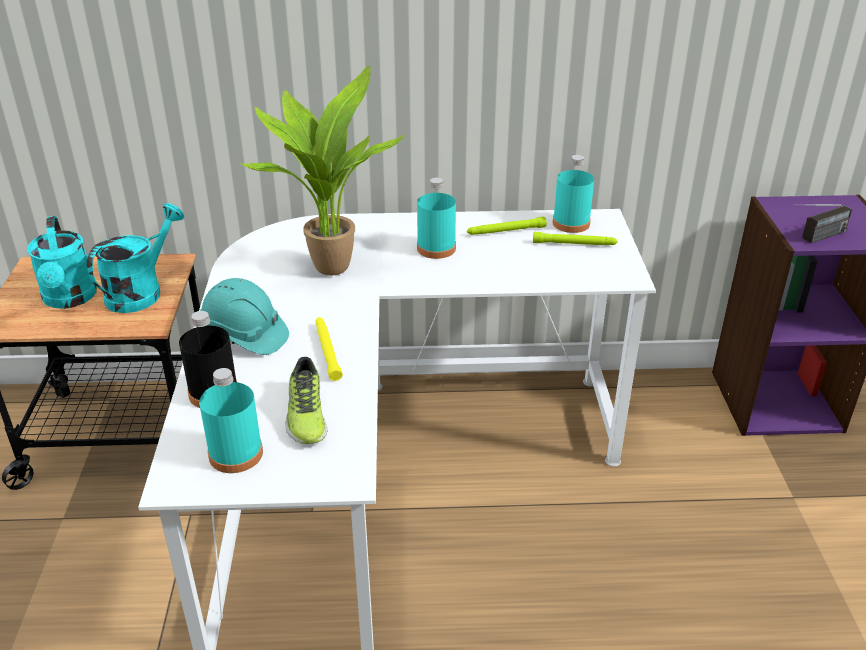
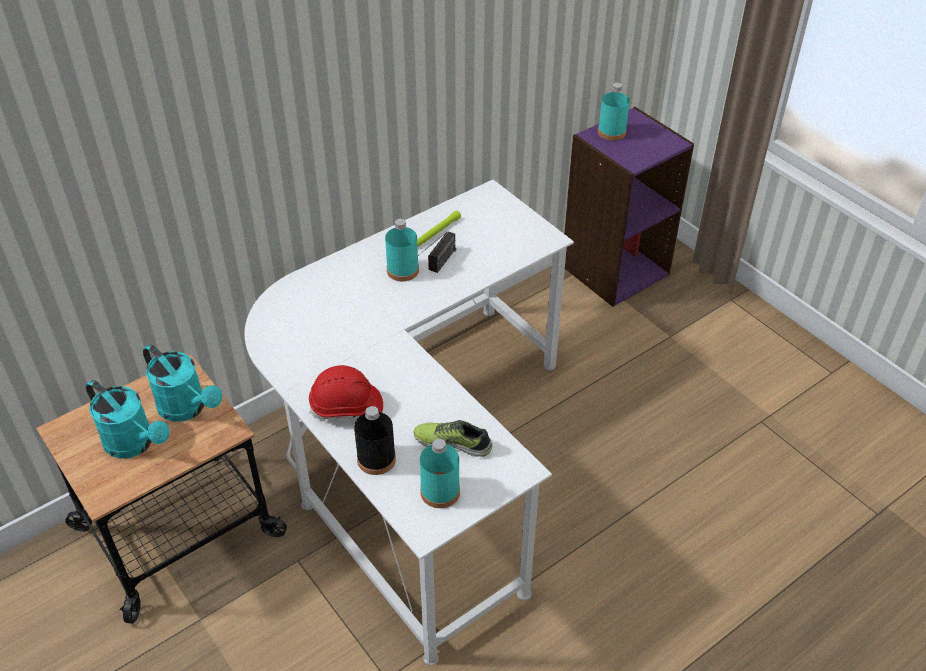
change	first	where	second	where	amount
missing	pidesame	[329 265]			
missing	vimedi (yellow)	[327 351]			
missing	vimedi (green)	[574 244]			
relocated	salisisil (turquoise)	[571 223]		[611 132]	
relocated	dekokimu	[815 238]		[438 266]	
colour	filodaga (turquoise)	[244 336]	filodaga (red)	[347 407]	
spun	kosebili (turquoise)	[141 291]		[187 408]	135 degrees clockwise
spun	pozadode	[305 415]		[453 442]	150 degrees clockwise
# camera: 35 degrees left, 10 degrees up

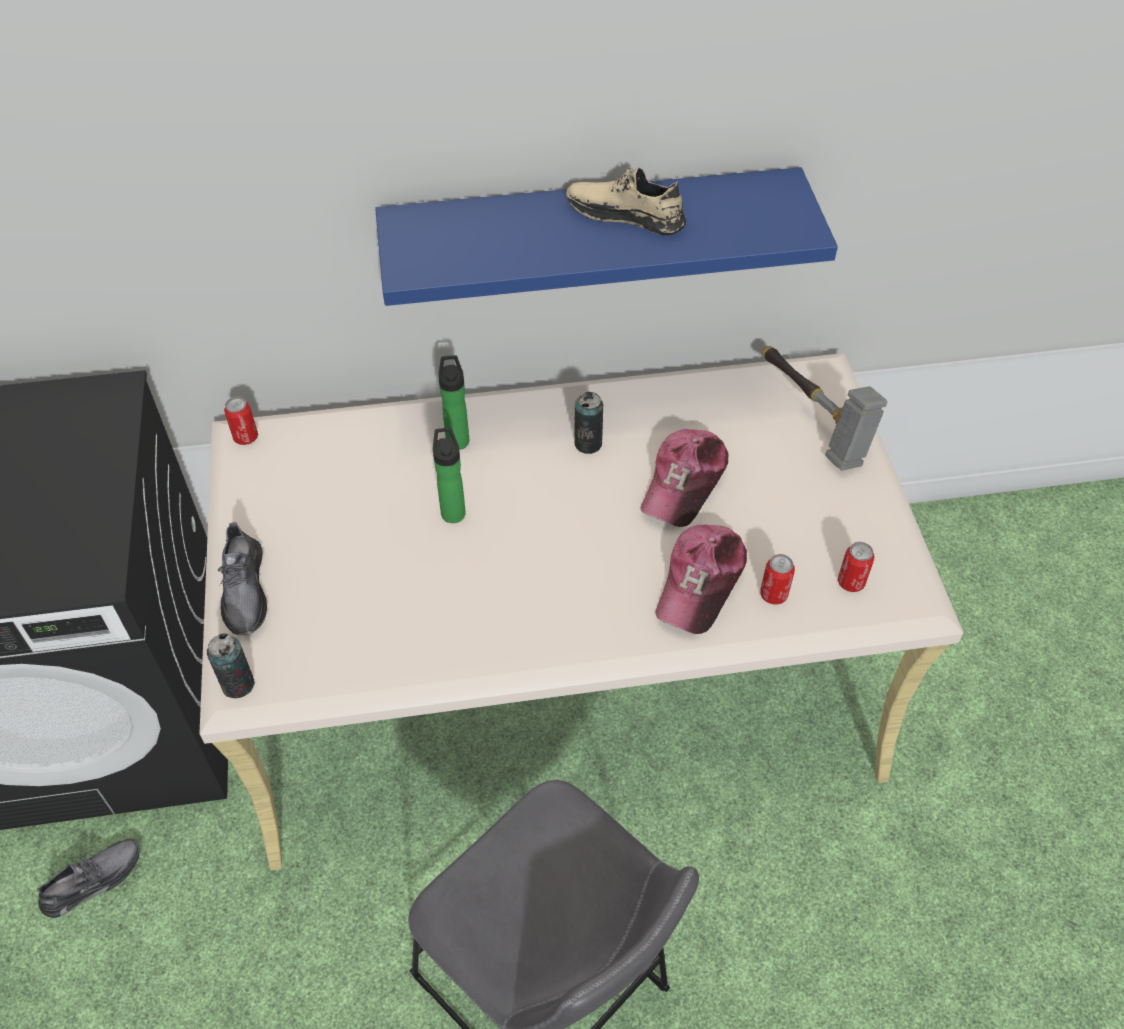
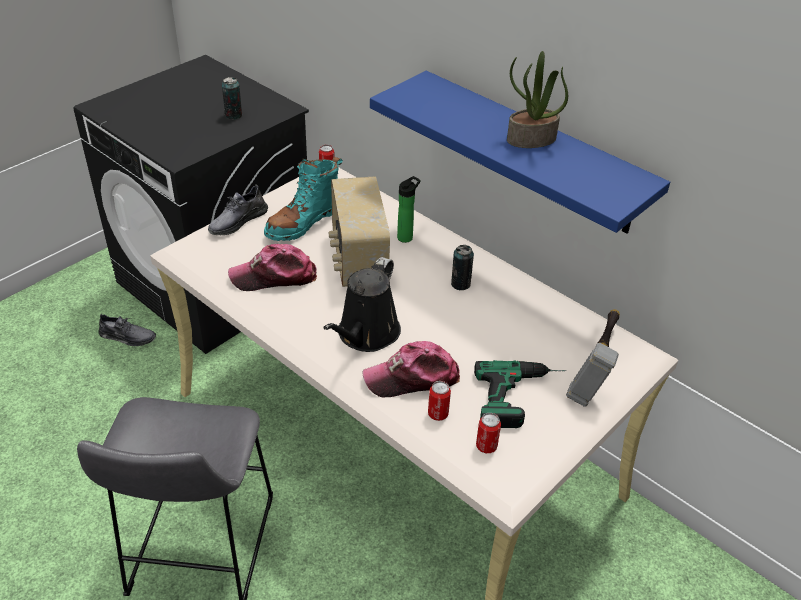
change	first	where	second	where	amount
appeared			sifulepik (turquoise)	[304 222]	
appeared			kosebili (black)	[366 335]	
appeared			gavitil	[522 397]	
relocated	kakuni	[238 684]		[233 115]	
relocated	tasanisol	[684 483]		[274 277]	
exchanged	salisisil	[452 510]	dekokimu	[357 260]	
exchanged	pozadode (beige)	[625 214]	pidesame	[531 140]	
# camera: 50 degrees right, 10 degrees down

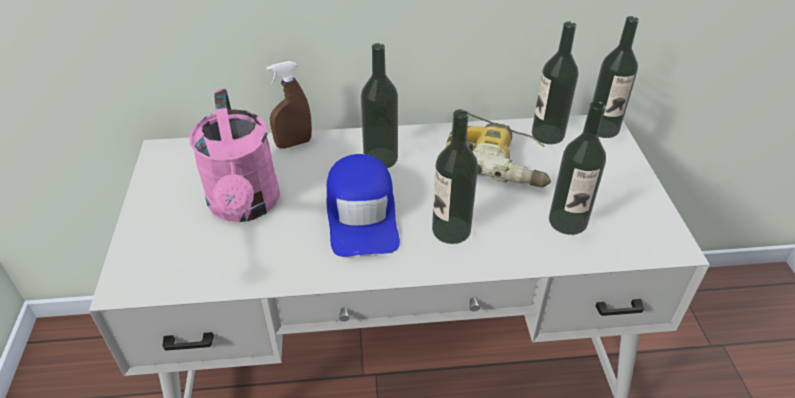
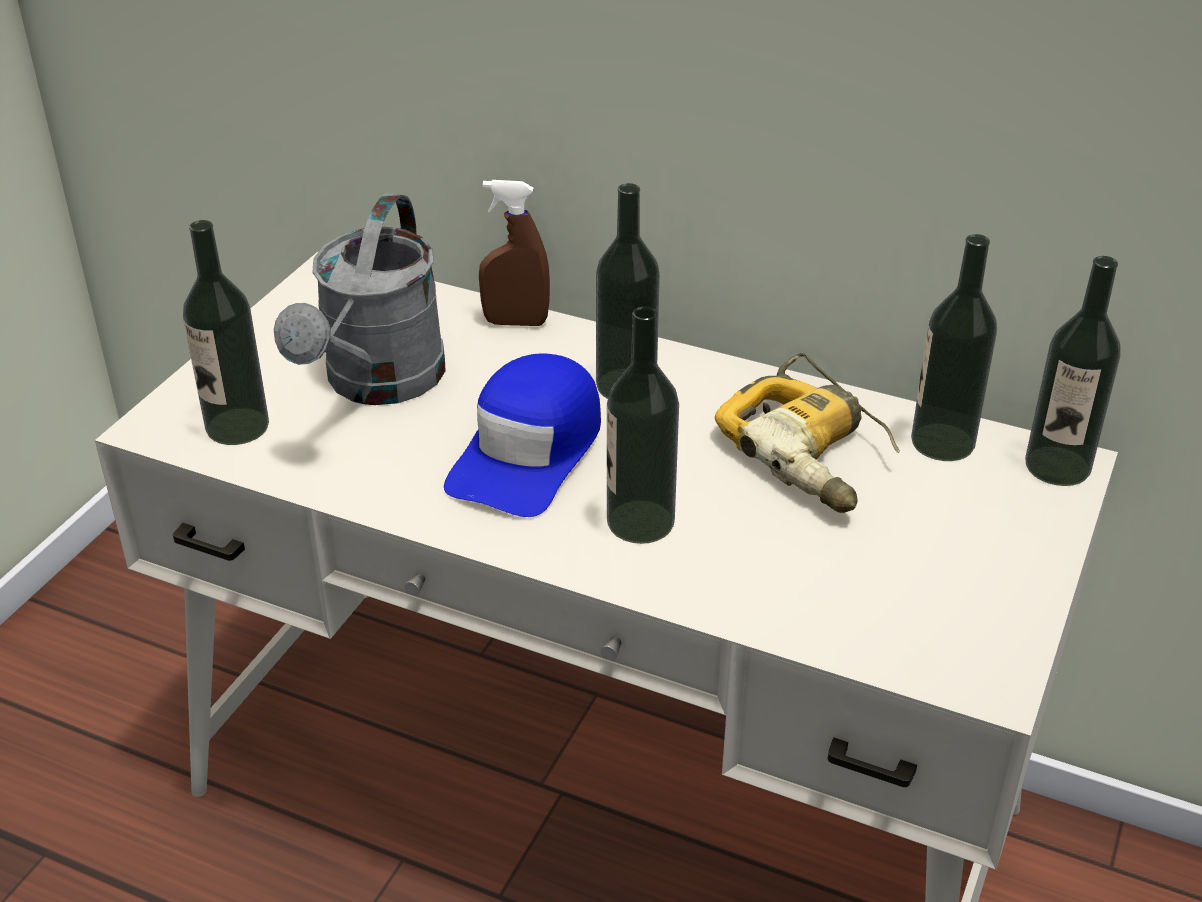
change	first	where	second	where	amount
relocated	salisisil	[567 221]		[237 426]	
colour	kosebili (pink)	[245 206]	kosebili (grey)	[377 384]	
# camera: 30 degrees right, 5 degrees down

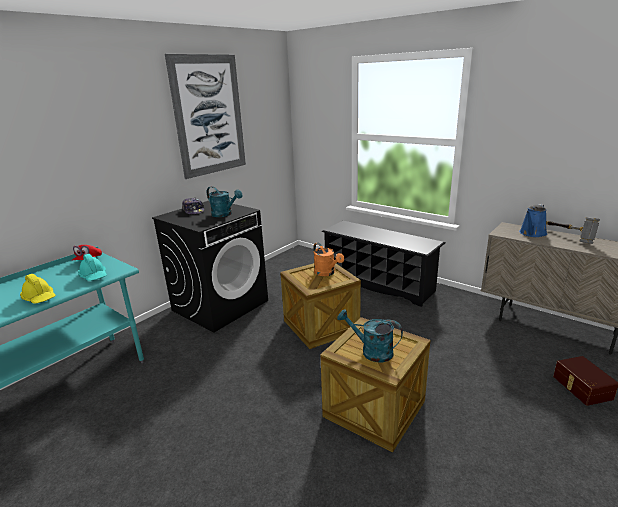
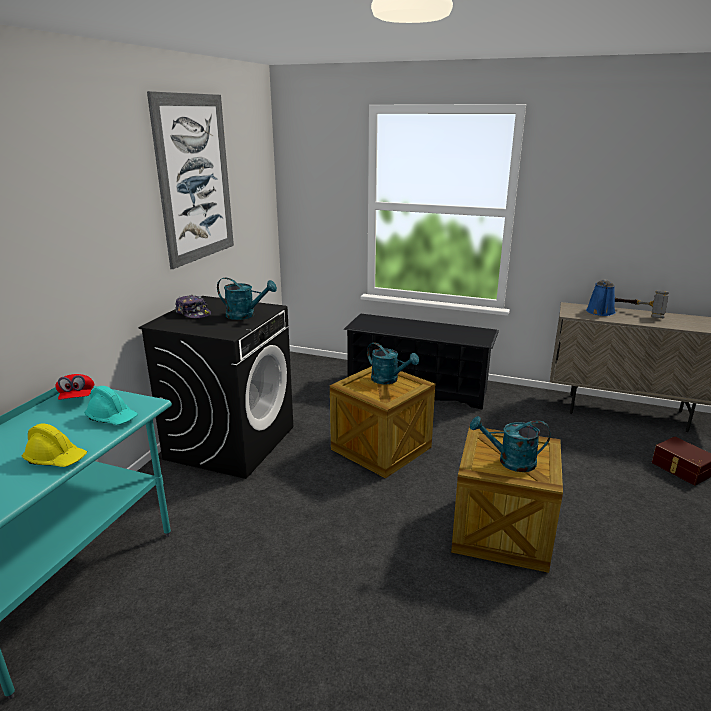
change	first	where	second	where	amount
colour	kosebili (orange)	[327 273]	kosebili (turquoise)	[389 380]	
# camera: 20 degrees left, 0 degrees up

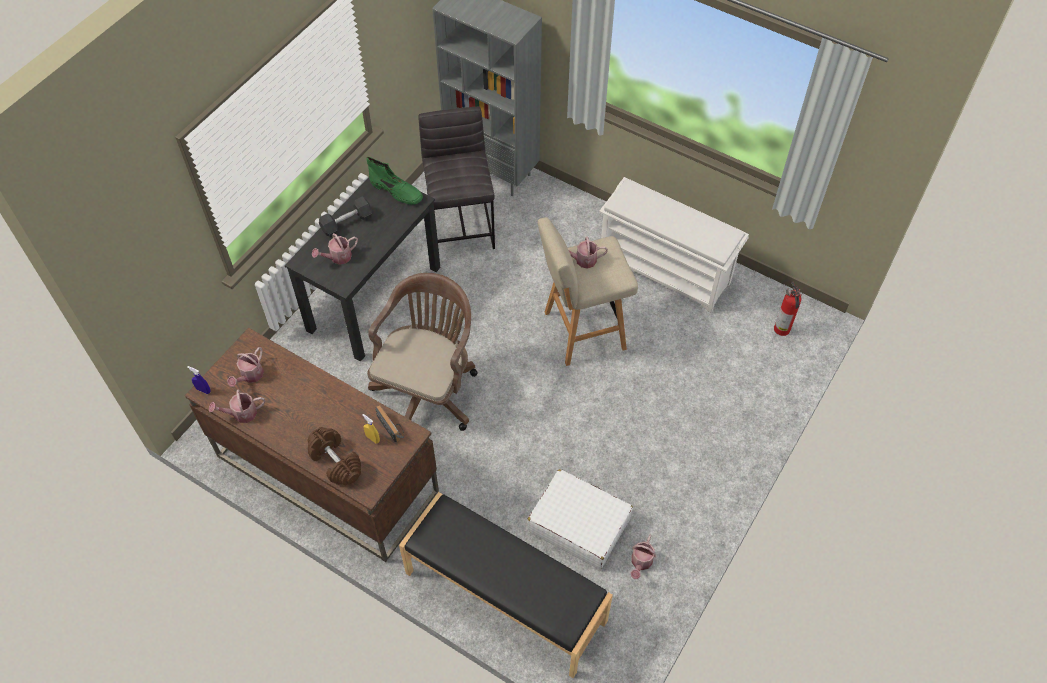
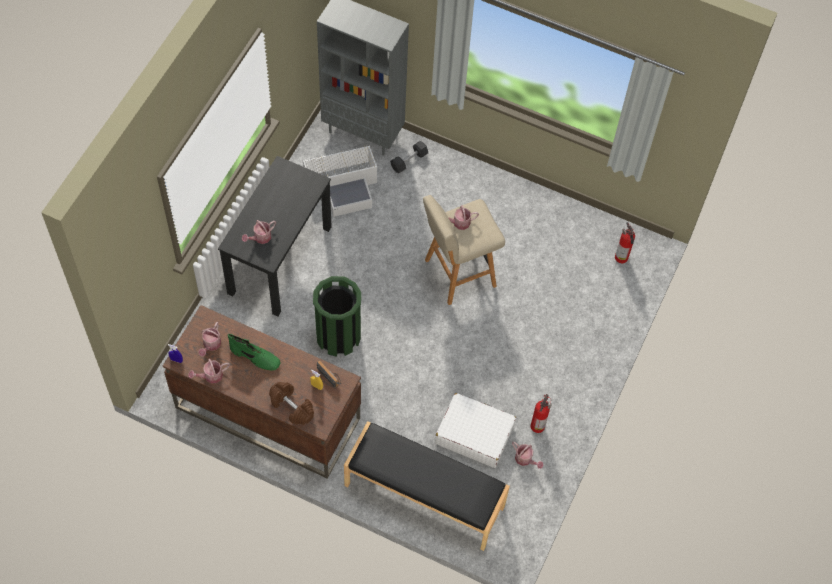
change	first	where	second	where	amount
missing	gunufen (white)	[666 270]			
appeared			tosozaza	[538 425]	
relocated	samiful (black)	[346 222]		[409 161]	
relocated	sifulepik (green)	[397 191]		[255 357]	
exchanged	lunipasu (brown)	[428 390]	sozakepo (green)	[338 336]	
exchanged	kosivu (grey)	[462 224]	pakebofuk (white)	[344 185]	
spun	kosebili	[640 563]		[525 459]	60 degrees counterclockwise
# camera: 10 degrees left, 5 degrees up

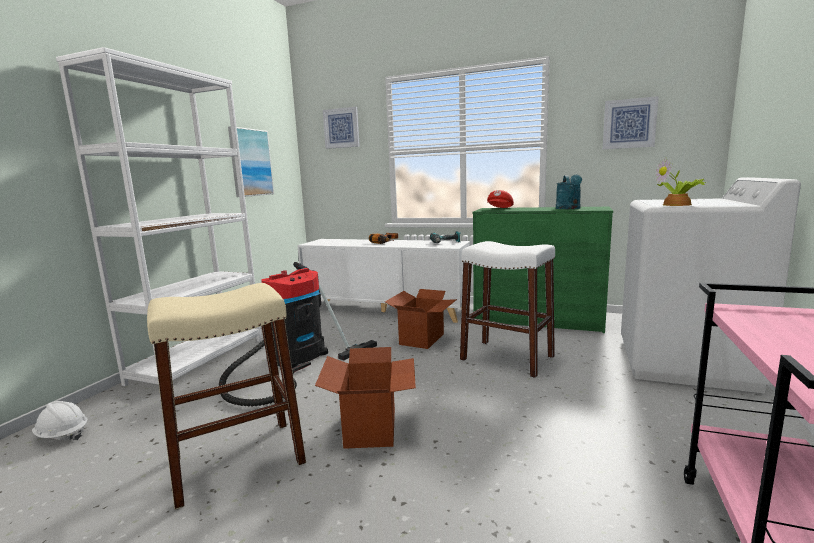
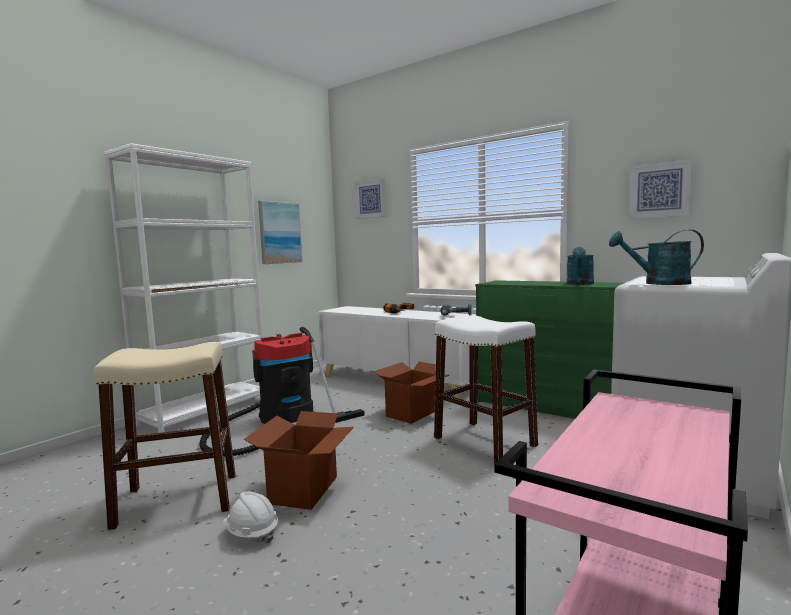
change	first	where	second	where	amount
missing	tasanisol (red)	[499 209]			
relocated	filodaga (white)	[62 435]		[251 533]	
exchanged	pidesame	[679 205]	kosebili (turquoise)	[659 283]	
# camera: 15 degrees right, 5 degrees down

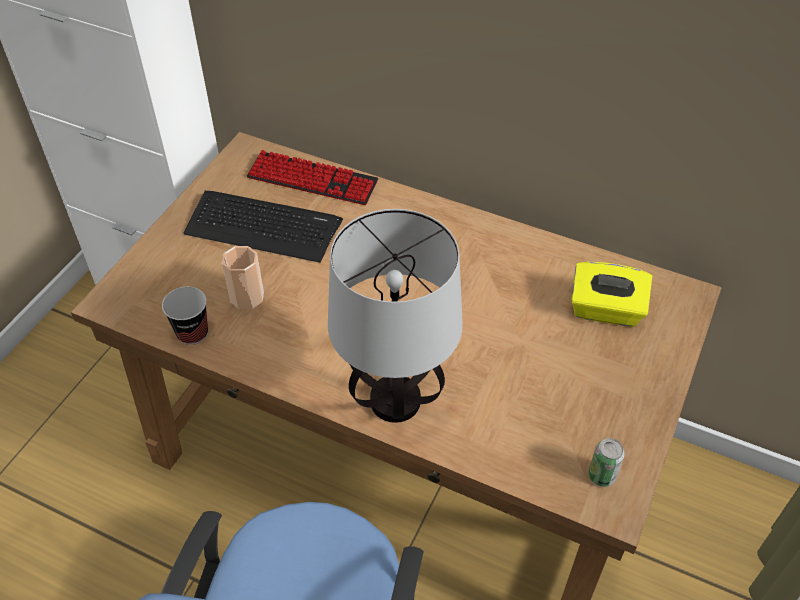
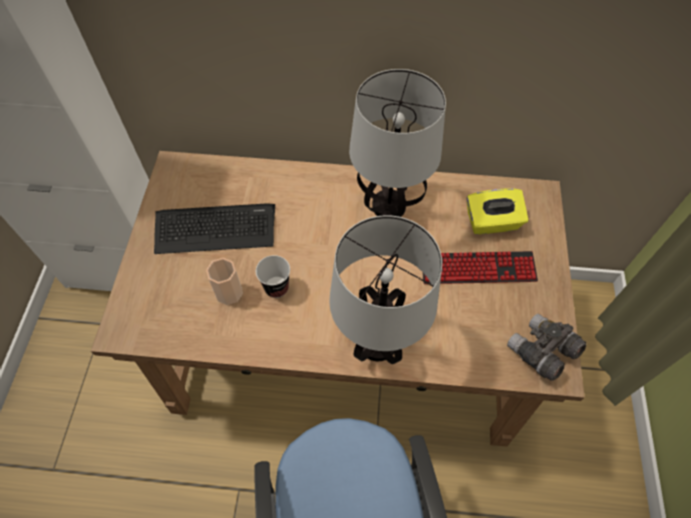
change	first	where	second	where	amount
appeared			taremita	[388 207]	
relocated	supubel	[192 333]		[276 288]	
relocated	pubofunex	[312 180]		[478 269]	
exchanged	kakuni	[601 476]	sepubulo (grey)	[541 352]	
# camera: 20 degrees left, 10 degrees up

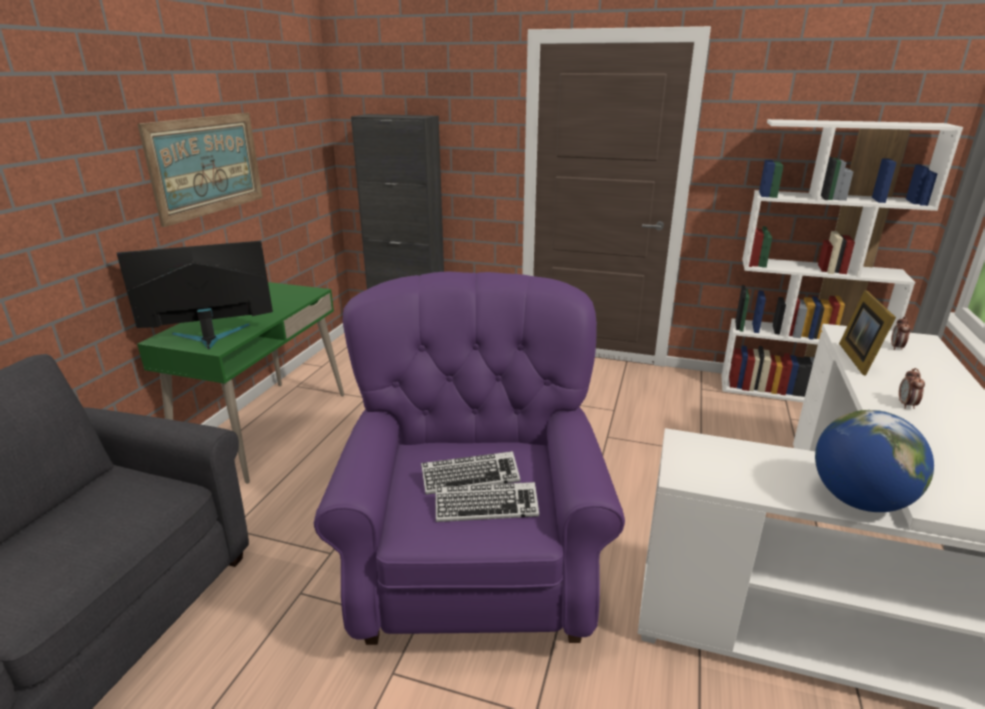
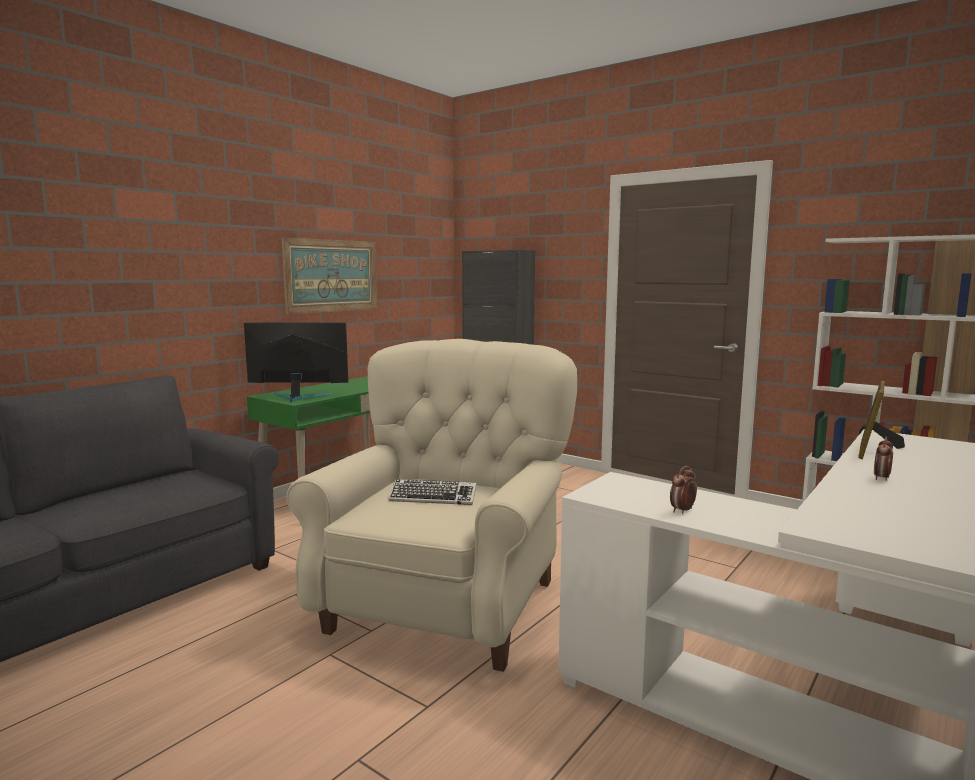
change	first	where	second	where	amount
missing	pubofunex	[486 507]			
missing	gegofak	[859 500]			
relocated	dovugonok	[896 347]		[682 510]	
colour	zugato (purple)	[474 562]	zugato (beige)	[447 602]	
# camera: 20 degrees right, 15 degrees down

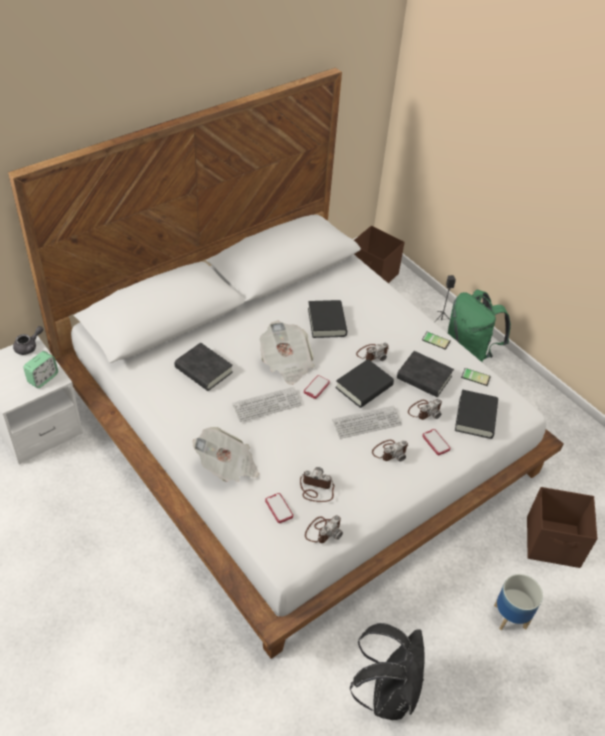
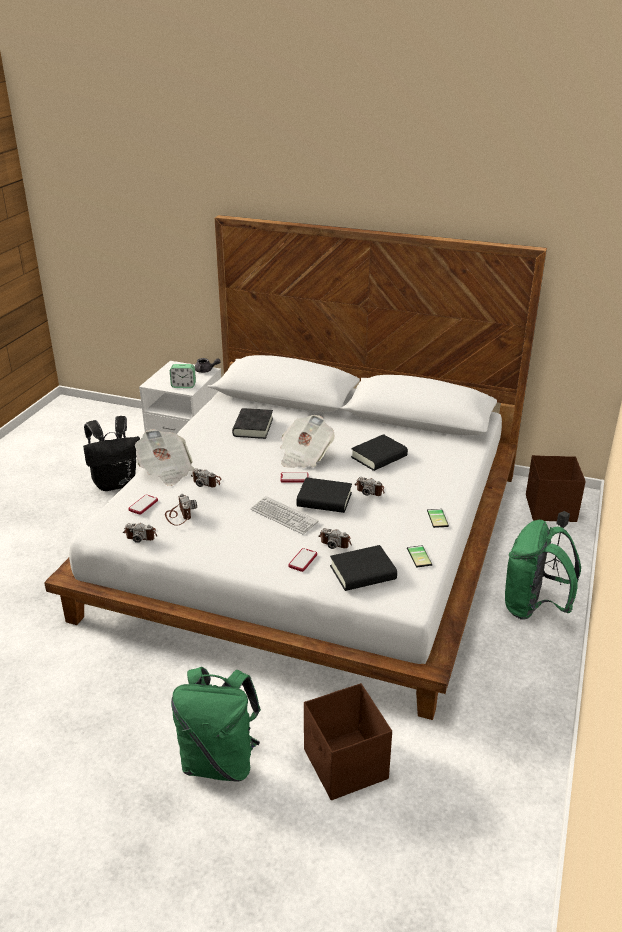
change	first	where	second	where	amount
missing	pubofunex	[267 405]			
missing	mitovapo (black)	[424 377]			
relocated	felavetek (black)	[386 693]		[116 483]	
relocated	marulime	[389 451]		[207 481]	
exchanged	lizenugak	[510 616]	felavetek (green)	[220 761]	
# camera: 60 degrees right, 15 degrees down

